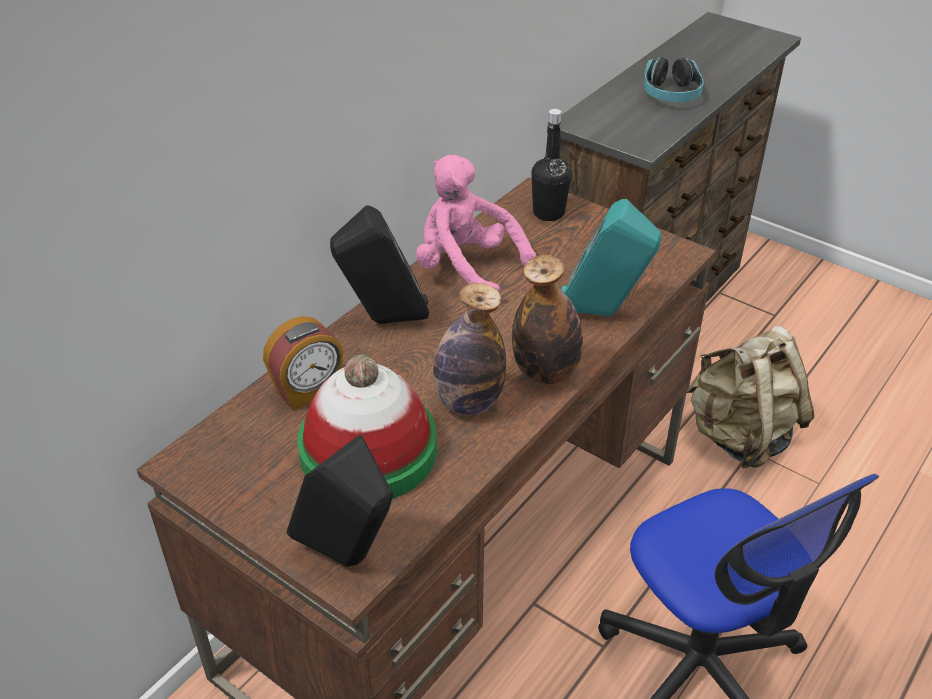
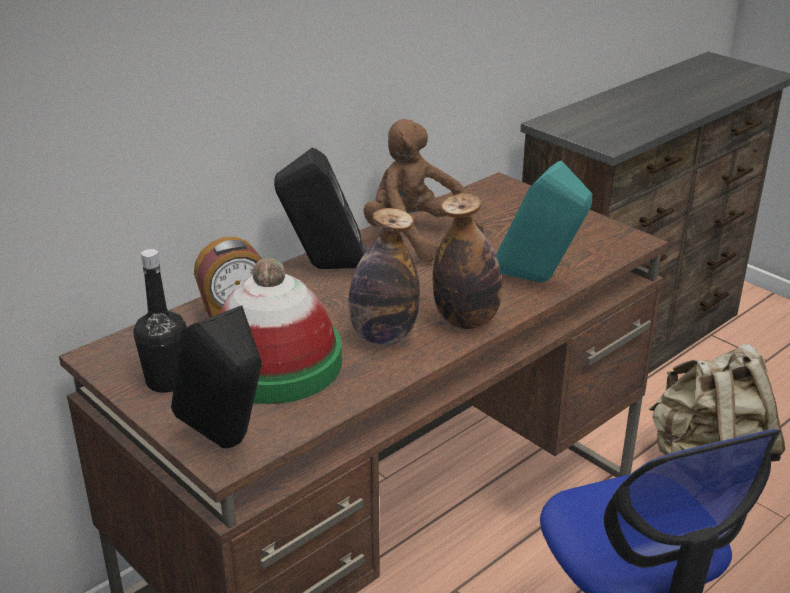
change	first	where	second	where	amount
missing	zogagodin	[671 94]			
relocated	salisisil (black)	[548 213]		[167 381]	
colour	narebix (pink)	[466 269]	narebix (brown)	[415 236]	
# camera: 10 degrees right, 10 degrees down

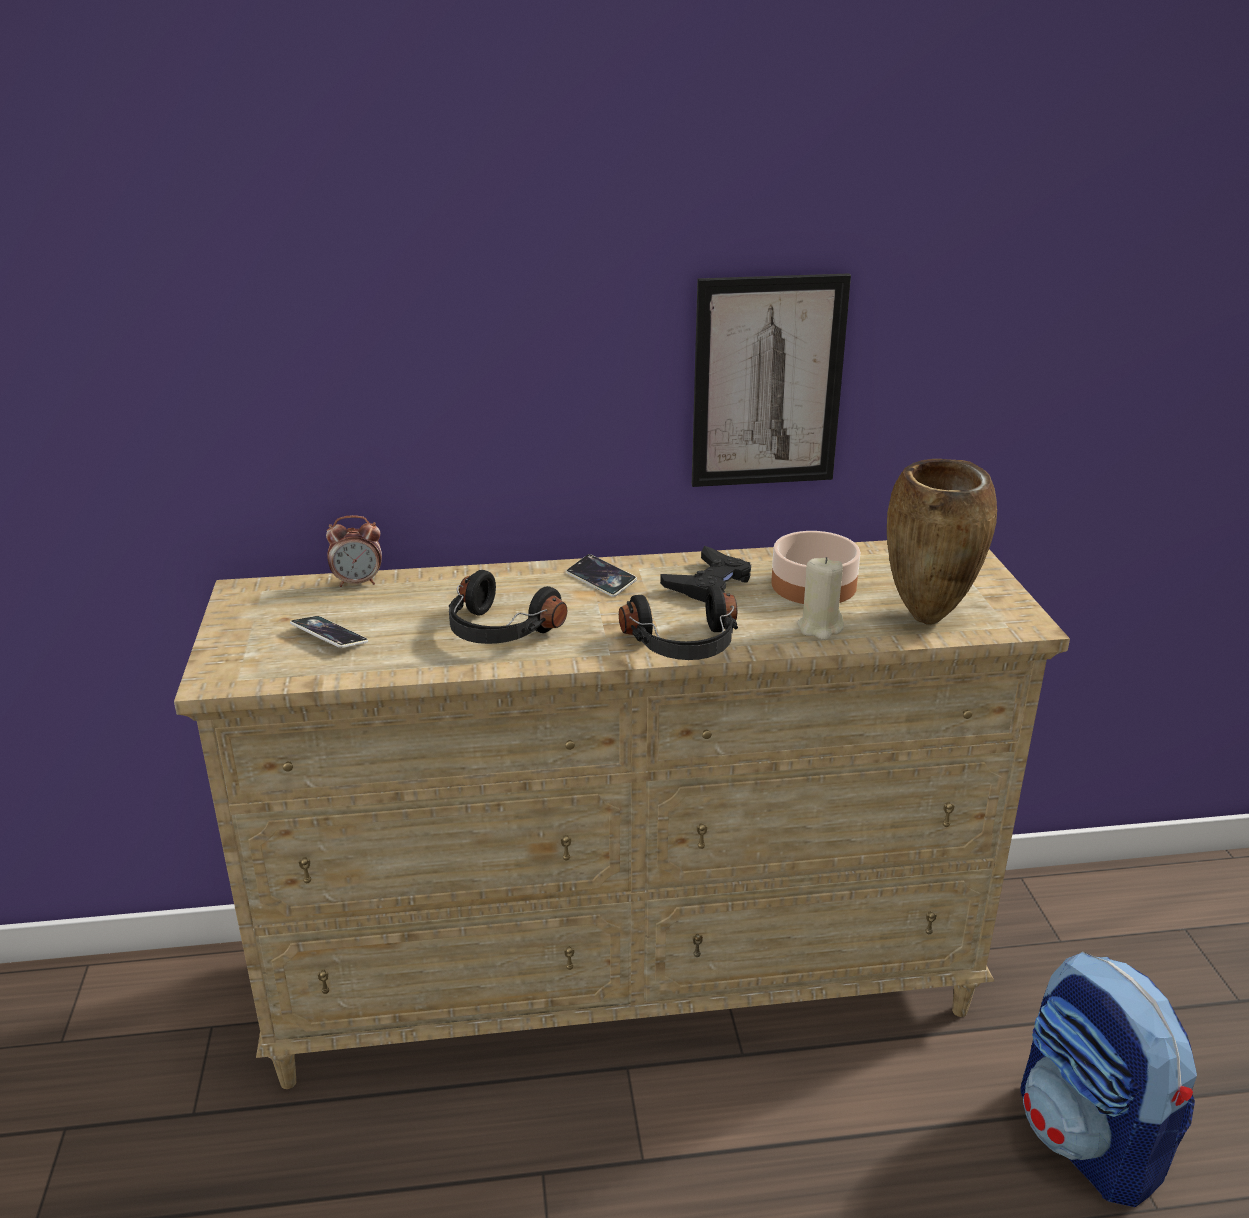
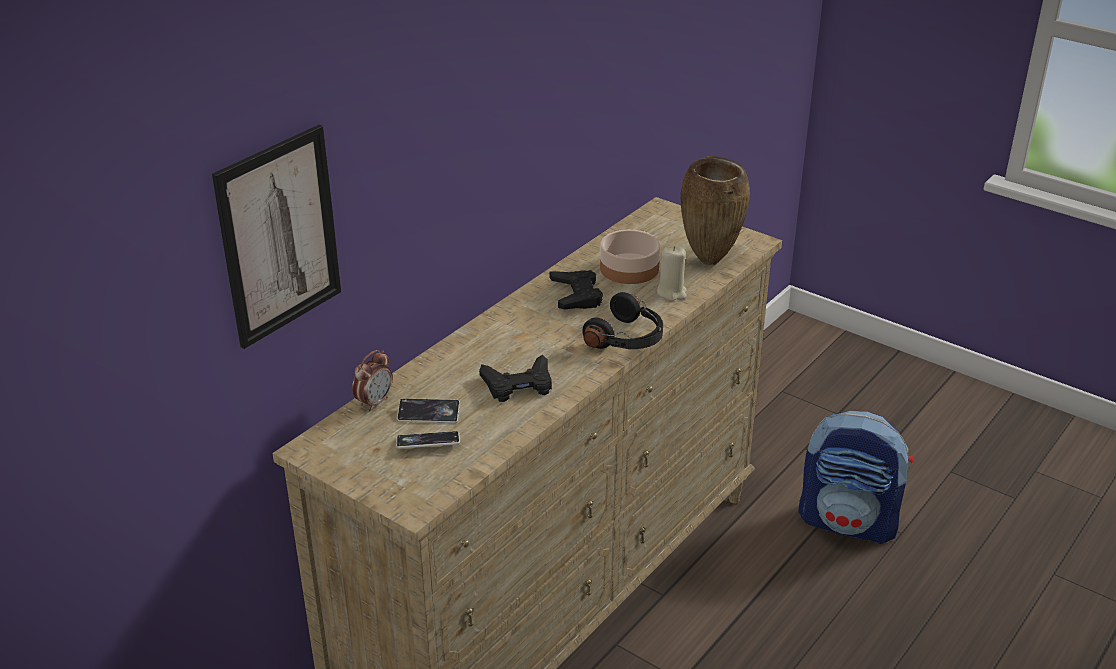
change	first	where	second	where	amount
relocated	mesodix	[601 580]		[428 414]	
relocated	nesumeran	[767 382]		[279 236]	
exchanged	zogagodin (black)	[498 631]	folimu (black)	[518 385]	
# camera: 45 degrees left, 5 degrees up

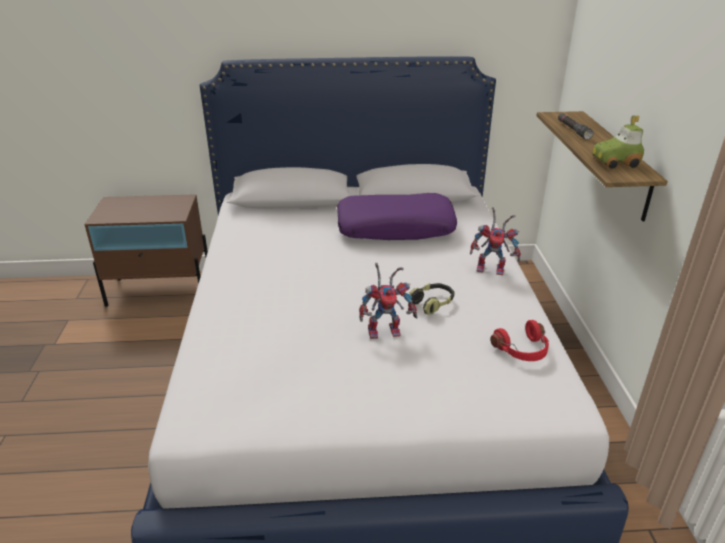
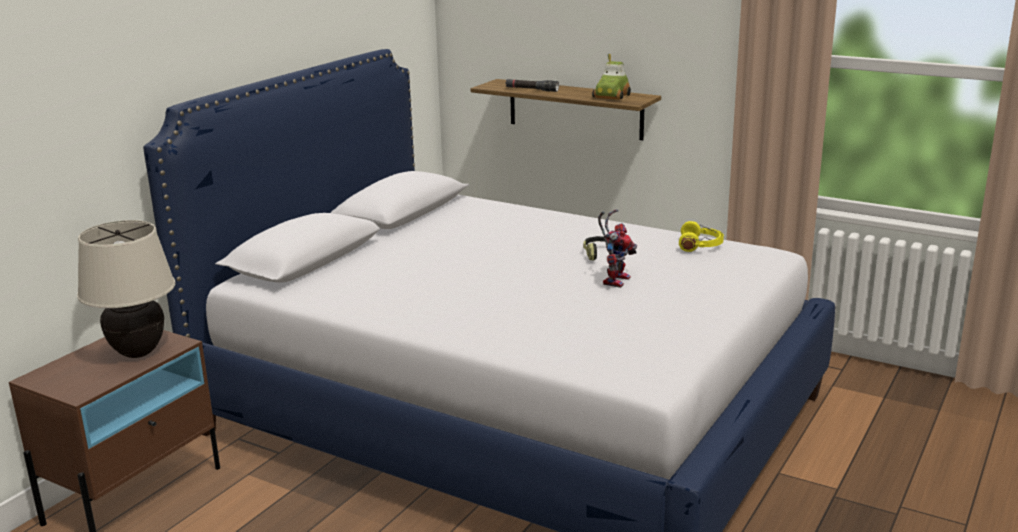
change	first	where	second	where	amount
missing	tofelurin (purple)	[395 227]			
missing	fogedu	[493 268]			
appeared			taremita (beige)	[138 352]	
colour	zogagodin (red)	[523 351]	zogagodin (yellow)	[700 246]	
# camera: 55 degrees left, 10 degrees down

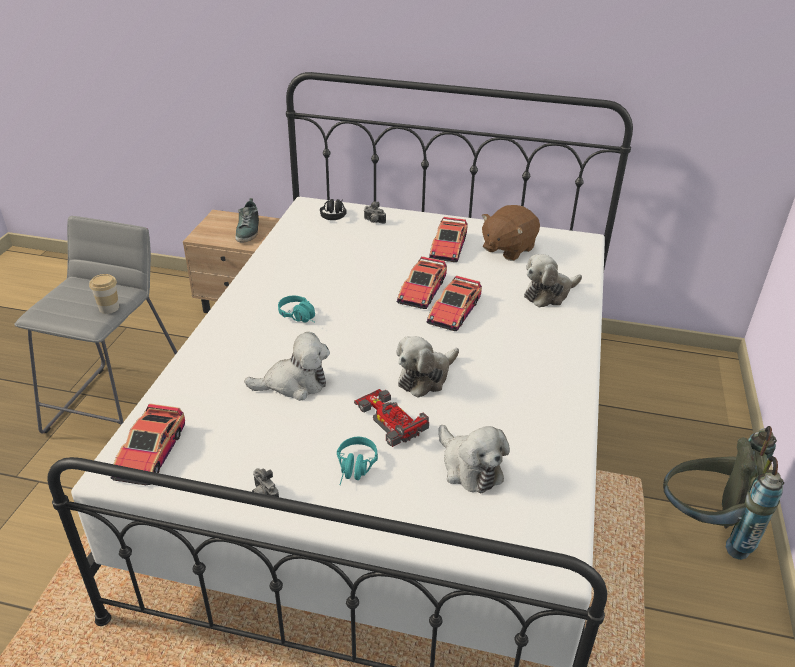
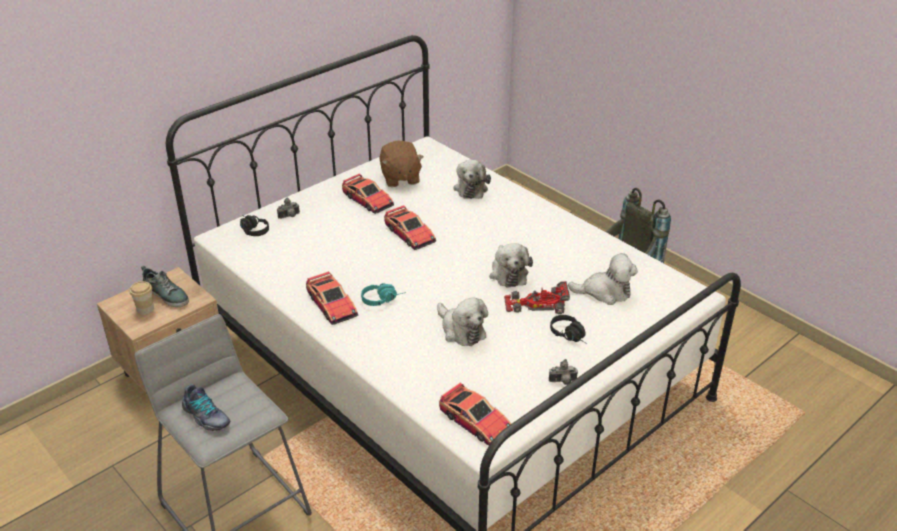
change	first	where	second	where	amount
appeared			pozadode	[206 417]	
relocated	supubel	[109 308]		[145 309]	
relocated	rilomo	[454 311]		[332 305]	
colour	zogagodin (turquoise)	[355 470]	zogagodin (black)	[571 336]	
spun	narebix	[294 384]		[461 330]	120 degrees clockwise
# camera: 55 degrees left, 0 degrees up

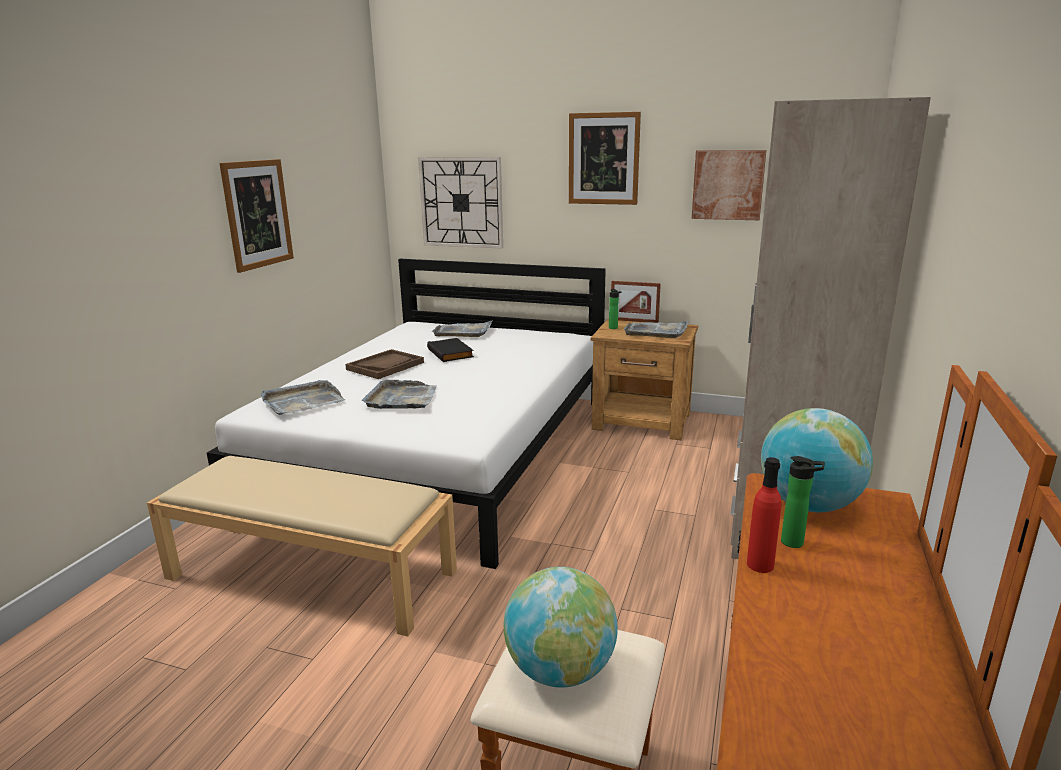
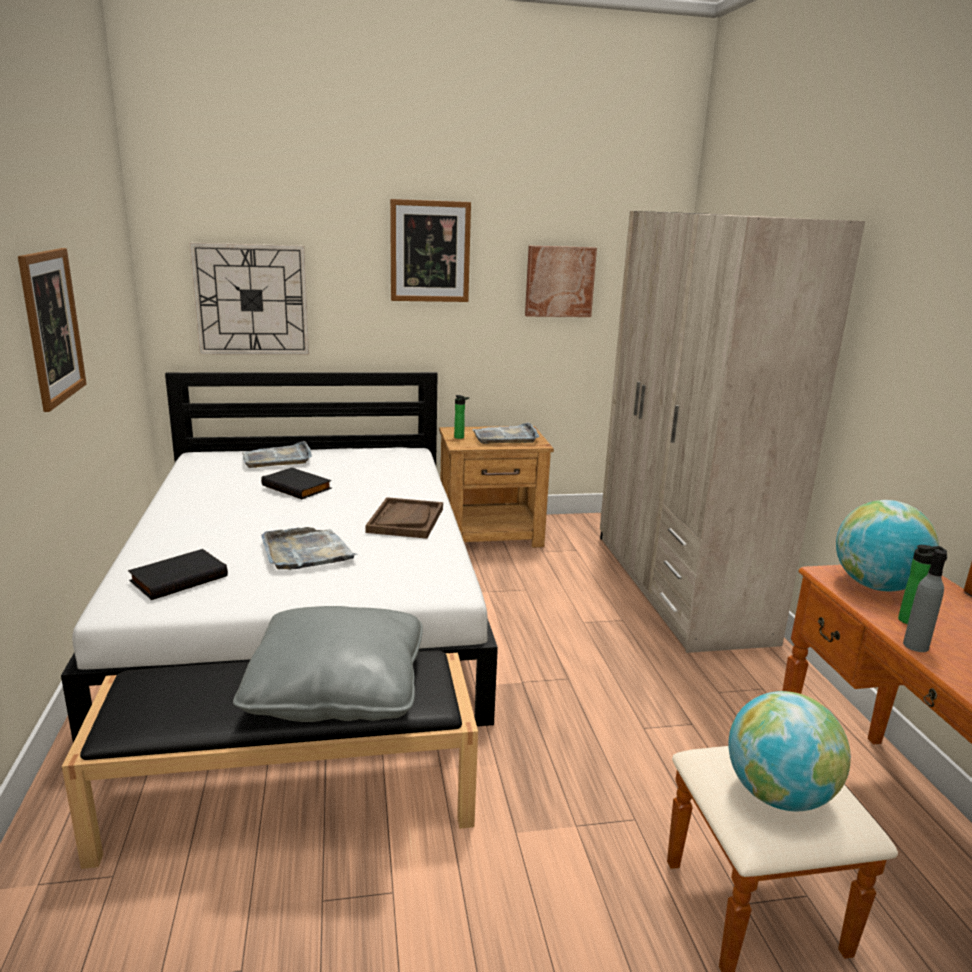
change	first	where	second	where	amount
missing	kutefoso	[634 321]			
appeared			tofelurin (grey)	[337 689]	
relocated	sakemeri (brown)	[385 366]		[405 520]	
exchanged	sakemeri (grey)	[302 401]	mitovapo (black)	[178 578]	
colour	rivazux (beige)	[313 574]	rivazux (black)	[293 794]	
colour	salisisil (red)	[760 565]	salisisil (grey)	[915 645]	
# camera: 30 degrees left, 0 degrees up

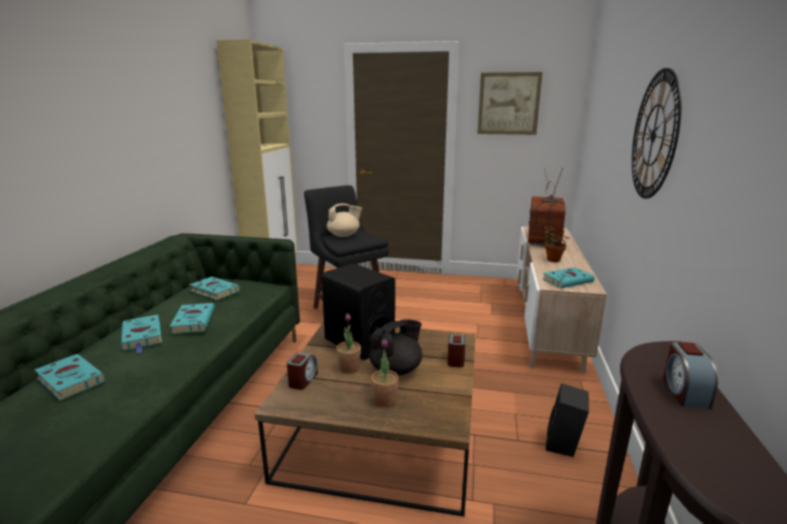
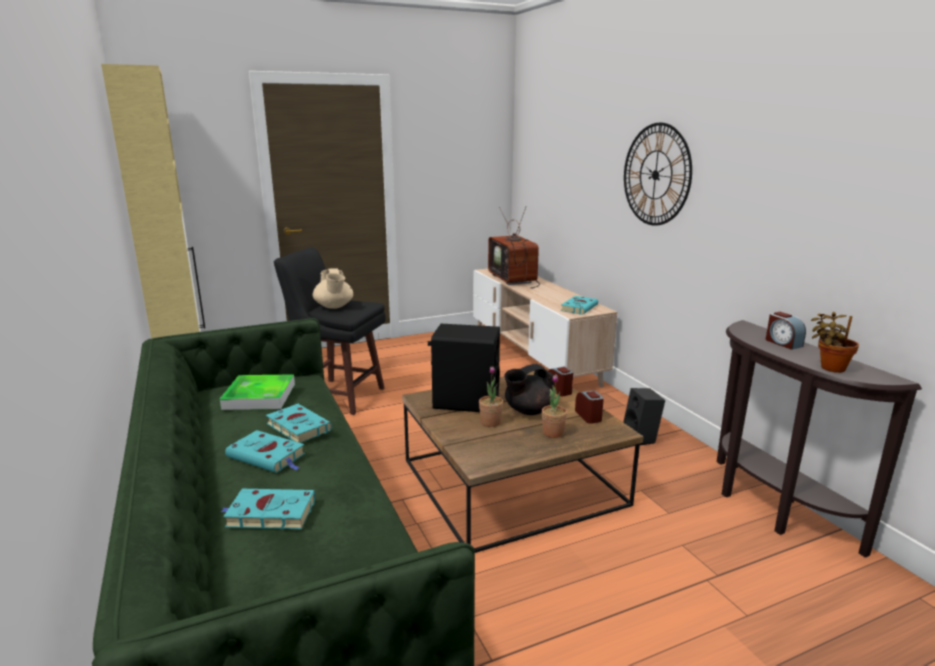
change	first	where	second	where	amount
missing	nesumeran	[508 104]			
relocated	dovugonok	[303 380]		[589 416]	
relocated	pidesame	[552 259]		[829 368]	
exchanged	mitovapo (turquoise)	[213 291]	sakemeri	[259 396]	
spun	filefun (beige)	[344 235]		[334 307]	120 degrees clockwise
spun	filefun (black)	[396 369]		[528 411]	135 degrees counterclockwise
# camera: 35 degrees left, 0 degrees up

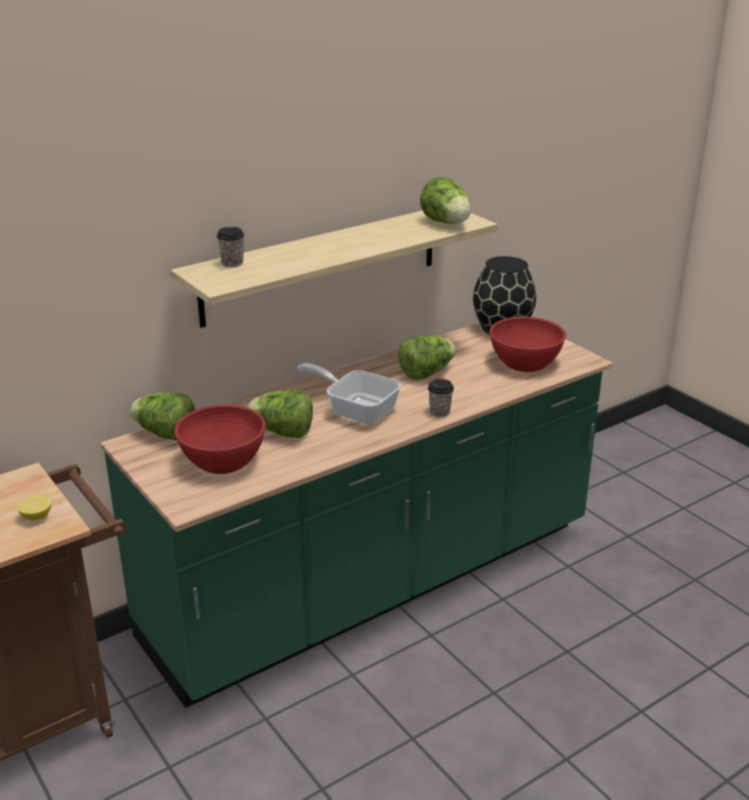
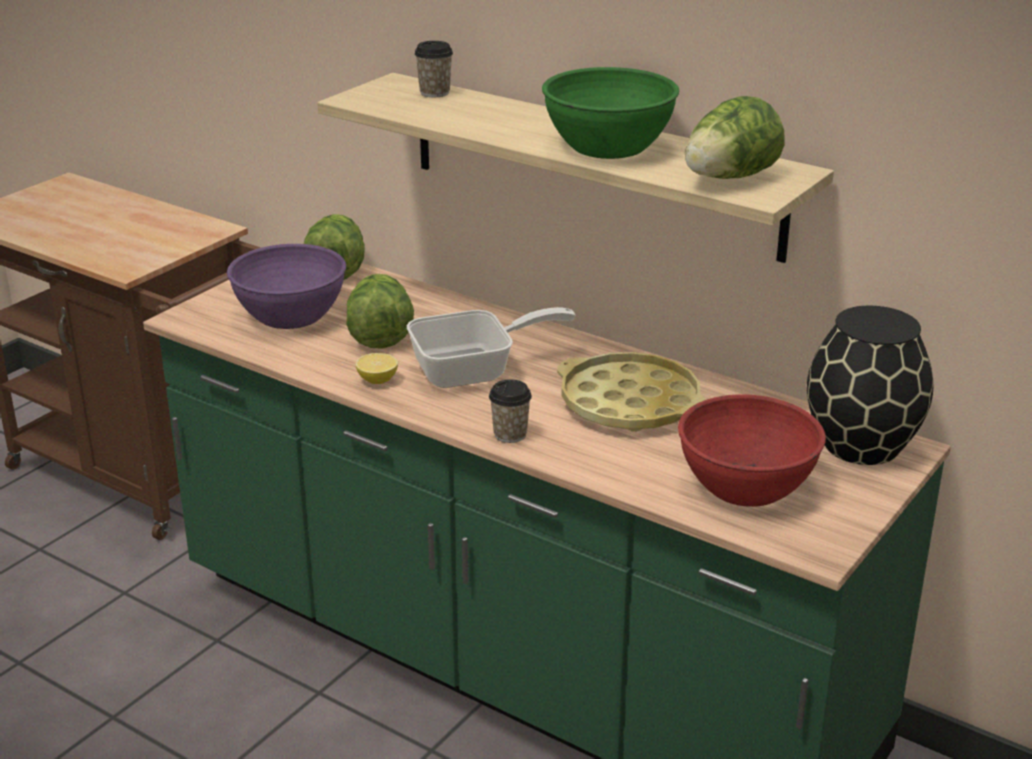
change	first	where	second	where	amount
appeared			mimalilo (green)	[608 146]	
relocated	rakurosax	[36 517]		[377 380]	
exchanged	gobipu	[426 373]	sakemeri (yellow)	[630 403]	
colour	mimalilo (red)	[223 461]	mimalilo (purple)	[290 315]	
spun	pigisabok	[356 409]		[475 371]	60 degrees clockwise
# camera: 70 degrees right, 0 degrees up

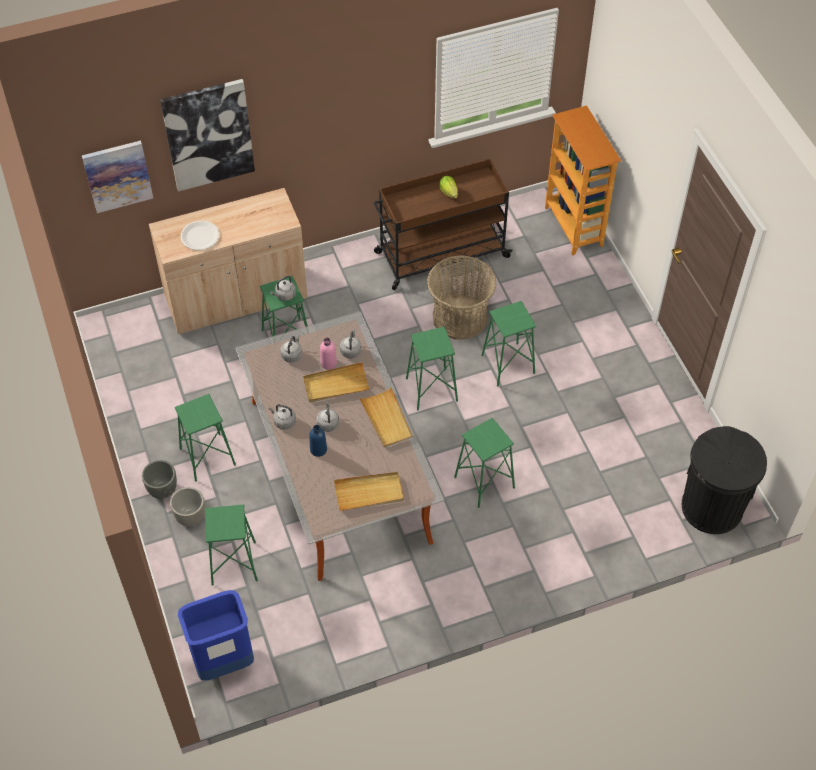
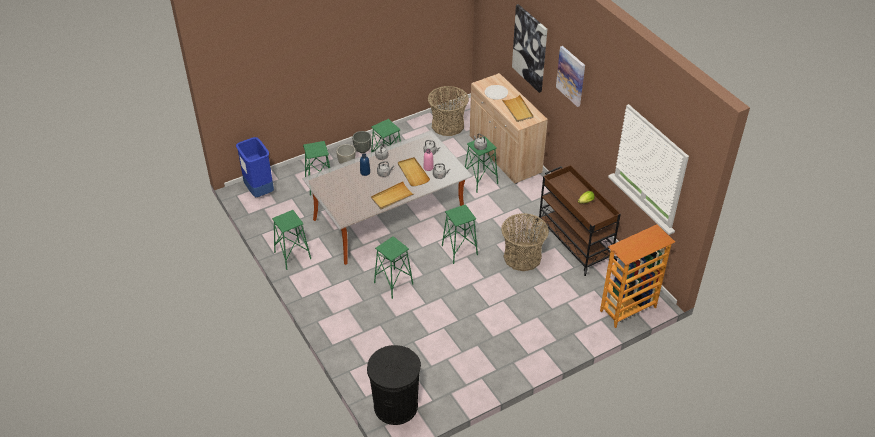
change	first	where	second	where	amount
appeared			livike	[448 125]	
relocated	nesumeran	[117 175]		[571 76]	
relocated	sakemeri (beige)	[369 493]		[517 109]	
relocated	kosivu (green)	[507 364]		[292 256]	
# camera: 80 degrees right, 10 degrees down

